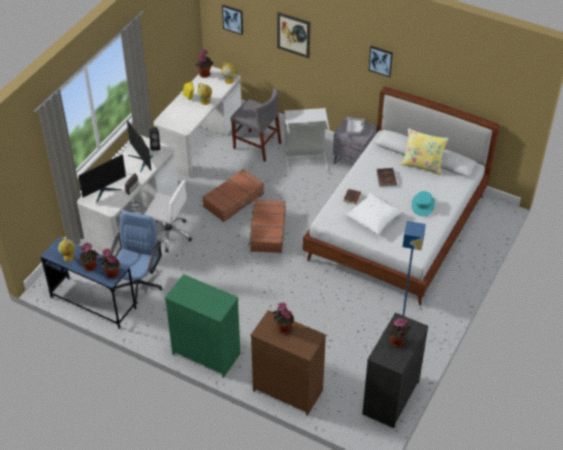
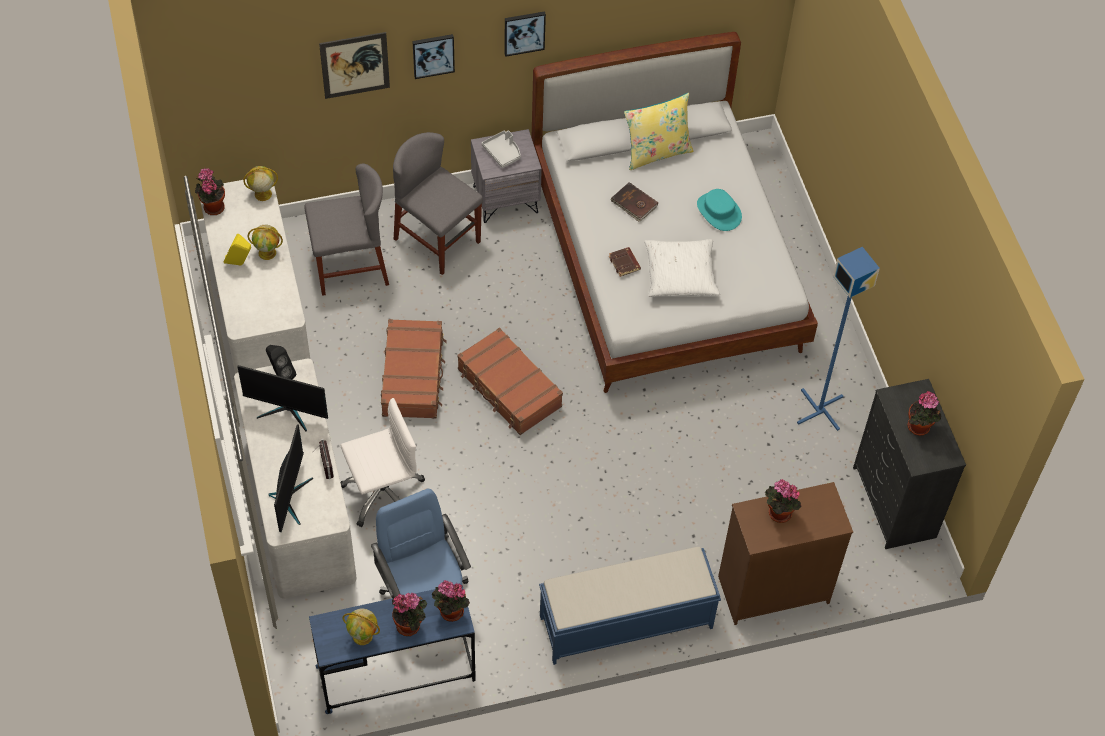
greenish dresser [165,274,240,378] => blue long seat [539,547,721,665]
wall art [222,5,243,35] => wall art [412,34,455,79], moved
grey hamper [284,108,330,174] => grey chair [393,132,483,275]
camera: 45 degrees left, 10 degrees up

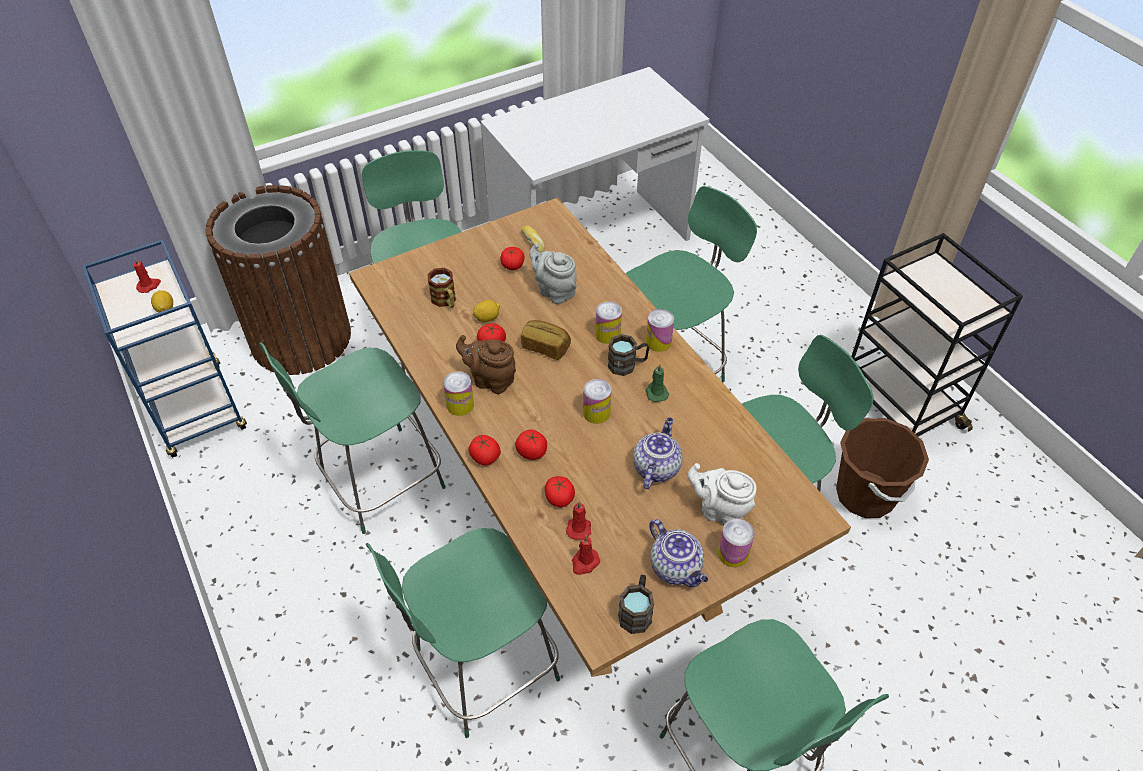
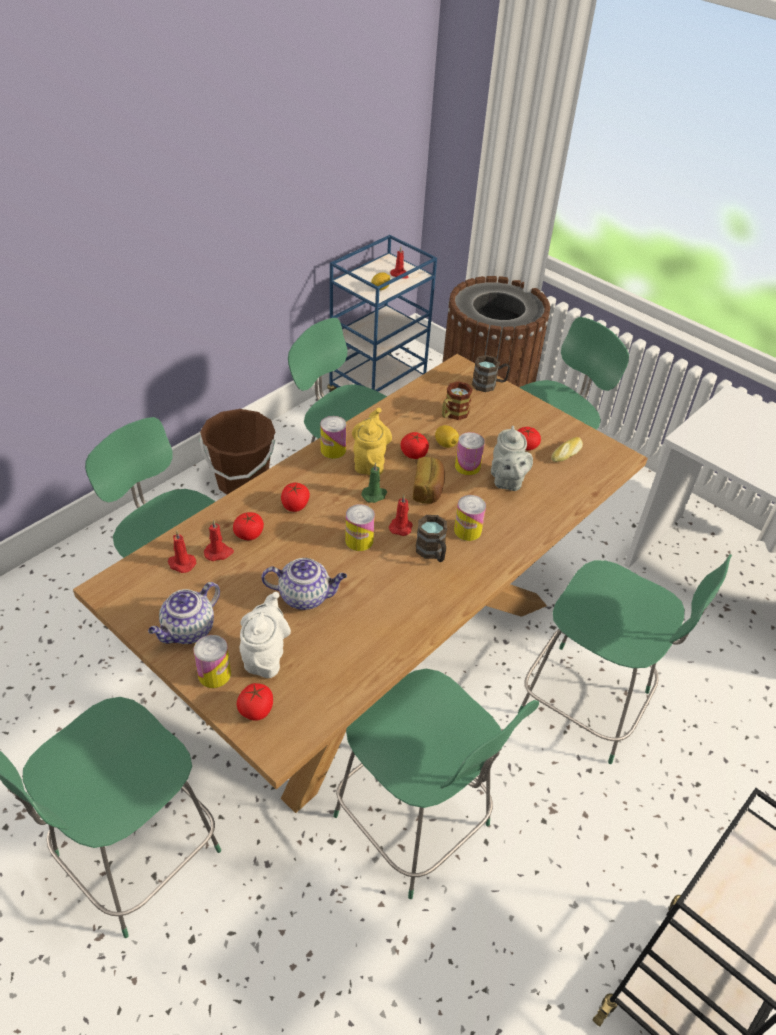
brown tea pot [456,335,516,394] => yellow tea pot [352,408,392,475]
whole tomato [469,435,501,466] => whole tomato [237,683,273,721], moved
grey tea pot [529,243,577,304] => grey tea pot [491,426,533,491], 150 degrees clockwise
brown tea mug [618,575,655,634] => brown tea mug [472,355,510,392], moved
can [646,309,674,352] => can [455,432,485,475], moved
greenish candle [646,364,669,402] => greenish candle [361,462,387,503], moved
brown bucket [836,418,929,518] => brown bucket [200,409,275,495], moved
nothing => red-coloured candle [389,495,413,536]
camera: 70 degrees right, 5 degrees down

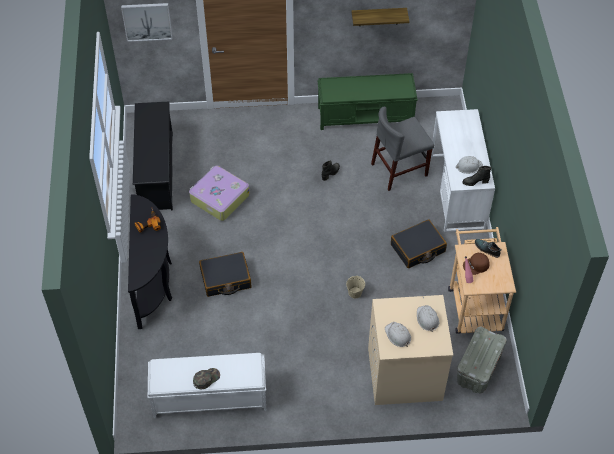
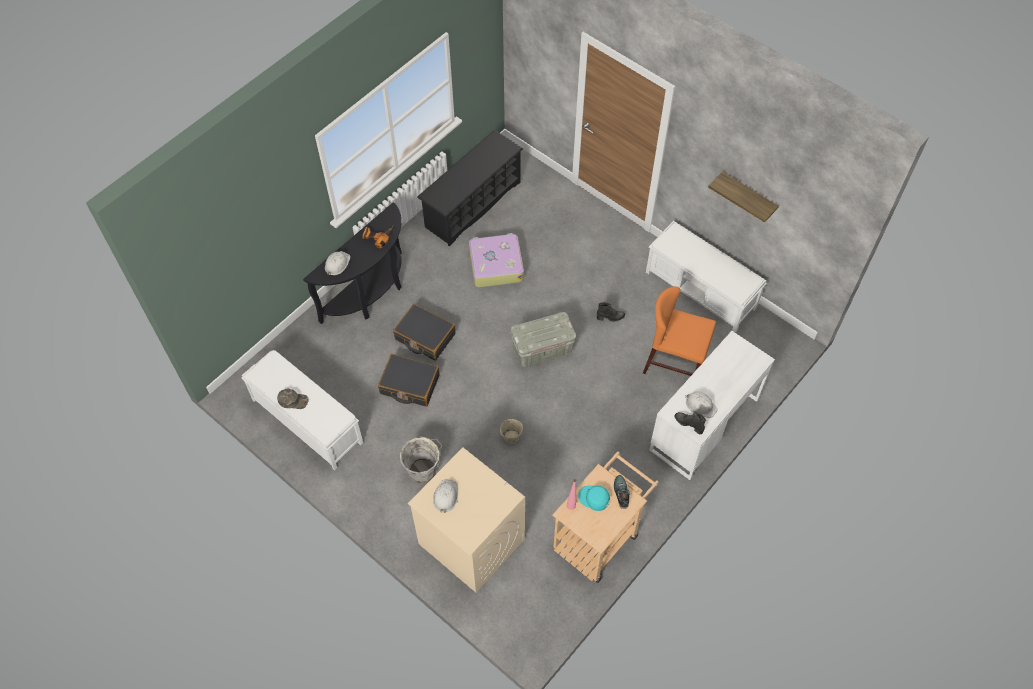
wall art [121,3,173,42] => nothing
greenish long seat [318,73,418,130] => white-coloured long seat [646,221,767,332]
grey chair [371,107,434,191] => orange-coloured chair [643,286,716,376]
black-coloured travel case [391,219,447,268] => black-coloured travel case [378,354,440,407], moved
white-coloured work helmet [417,305,439,332] => white-coloured work helmet [325,251,350,275], moved
grey storage box [457,327,507,394] => grey storage box [511,312,576,367], moved
brown cap [463,253,489,275] => turquoise cap [578,485,610,511]
nothing => grey bucket [400,436,442,484]
camera: 45 degrees right, 5 degrees up

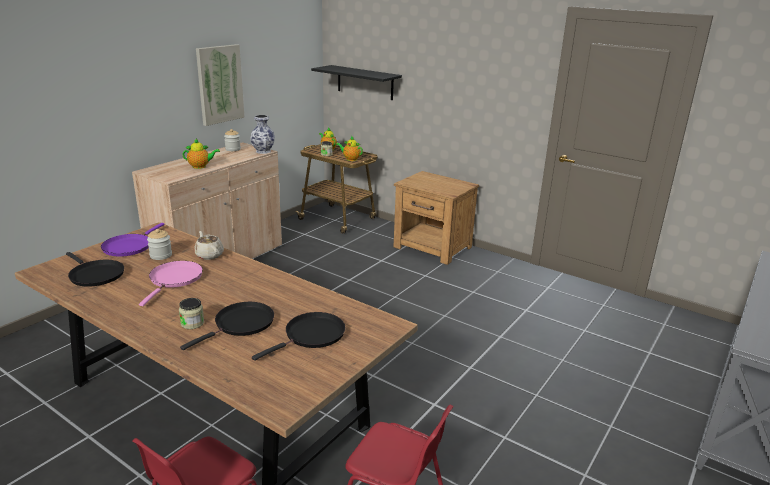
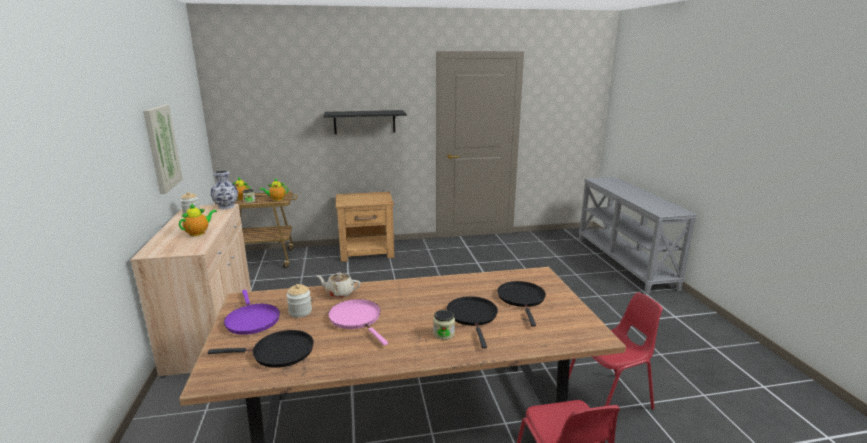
black-coloured shelf [311,65,402,100] => black-coloured shelf [324,110,406,134], moved
camera: 45 degrees left, 5 degrees down

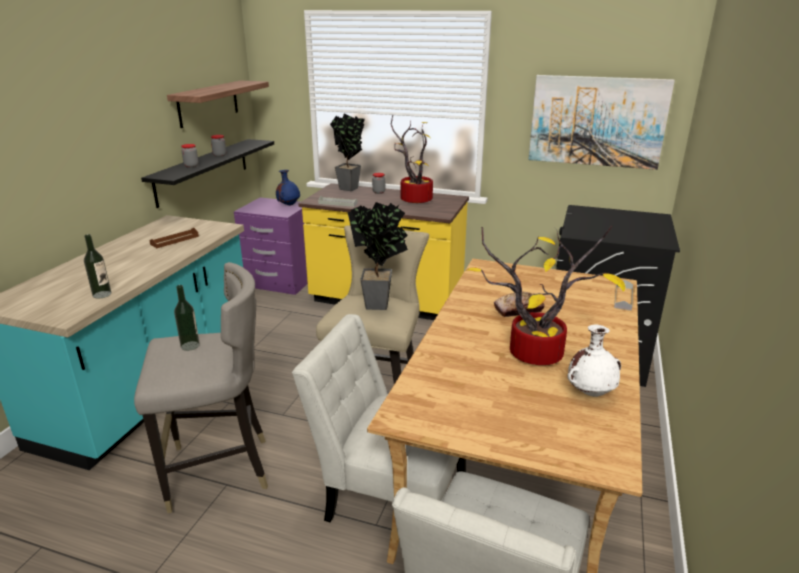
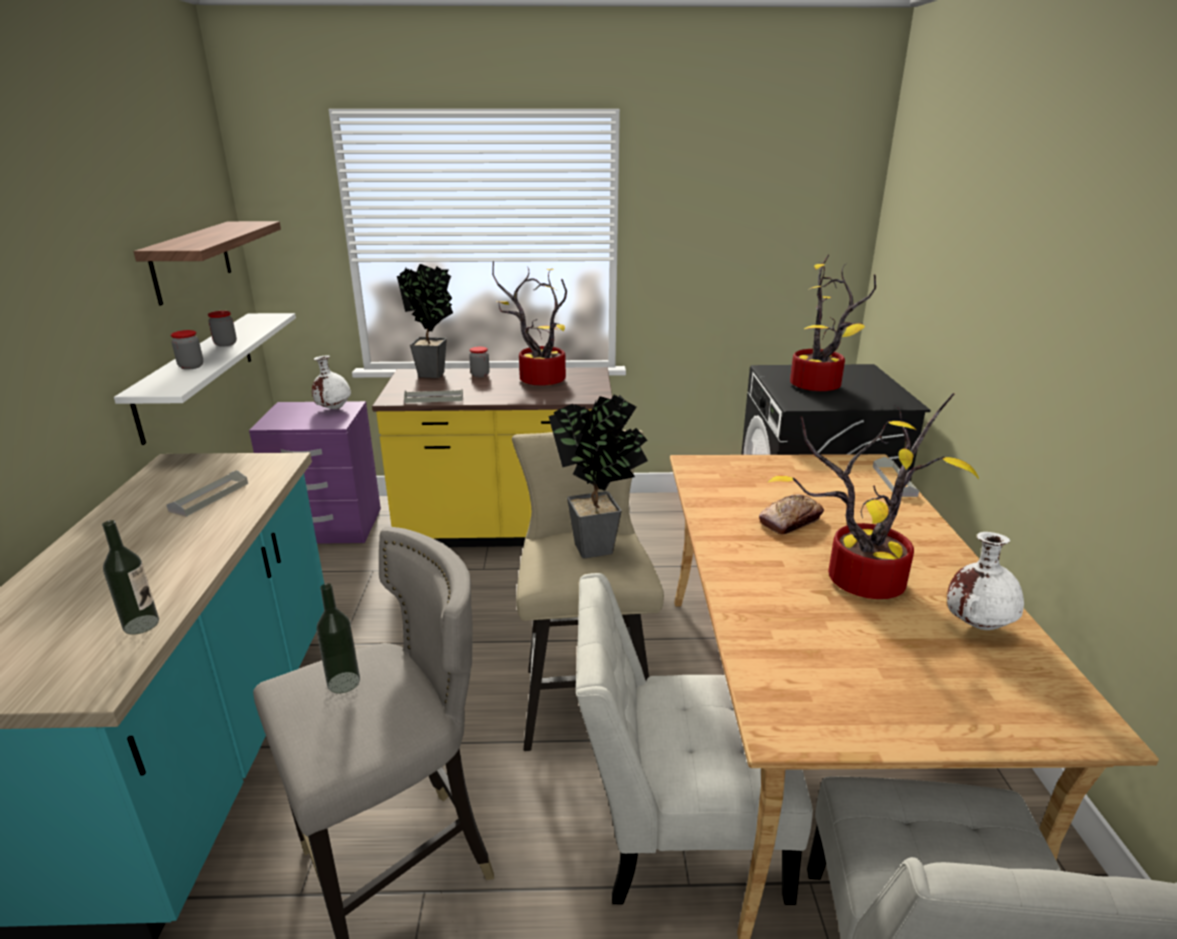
black-coloured shelf [141,139,274,208] => white-coloured shelf [114,313,296,445]
brown serving tray [149,228,199,248] => grey serving tray [166,470,248,517]
blue decorative vase [276,170,300,205] => white-coloured decorative vase [312,355,351,409]
wall art [528,75,675,170] => nothing
nothing => plant in a pot [790,255,876,391]
camera: 20 degrees left, 0 degrees up

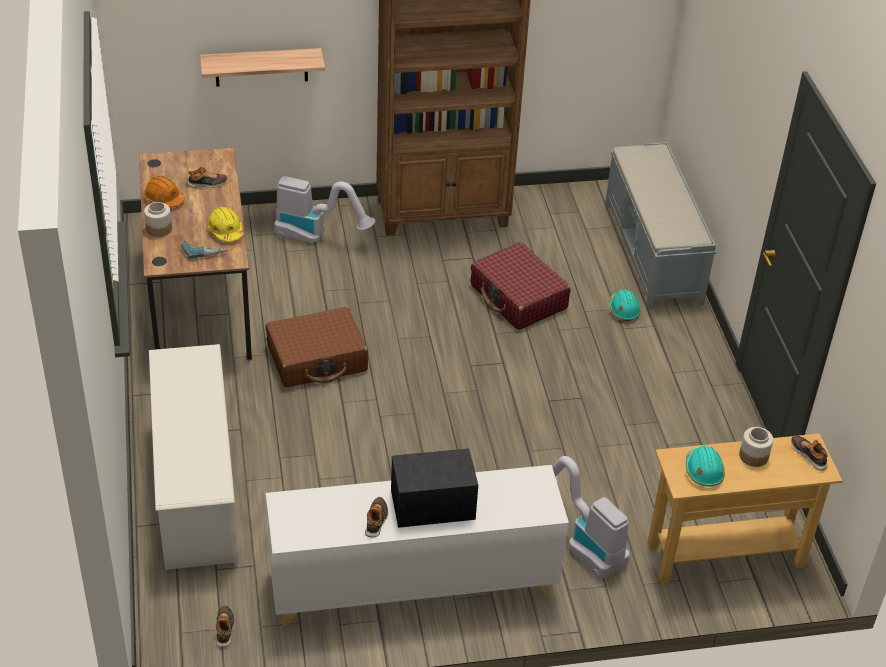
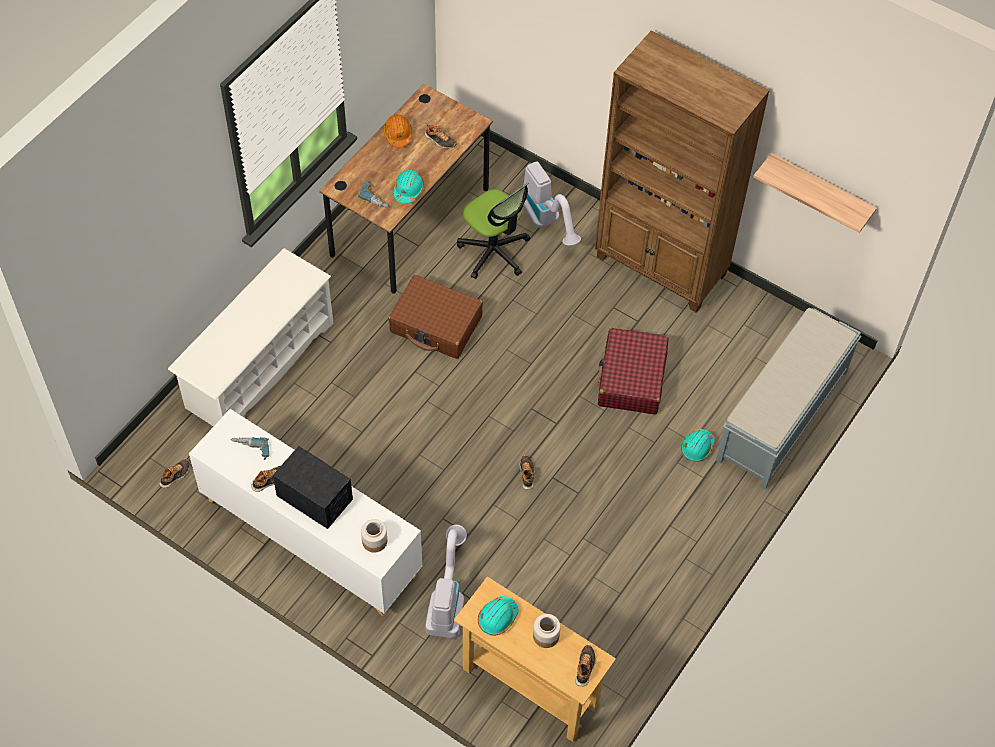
jar [144,202,172,237] => jar [361,519,387,552], moved
shelf [200,48,325,87] => shelf [753,153,877,233], moved
yellow work helmet [207,207,244,242] => turquoise work helmet [393,170,424,204]
nothing => electric drill [230,437,269,460]
nothing => desk chair [457,183,530,279]
nothing => item of footwear [520,455,535,490]
camera: 45 degrees right, 15 degrees up

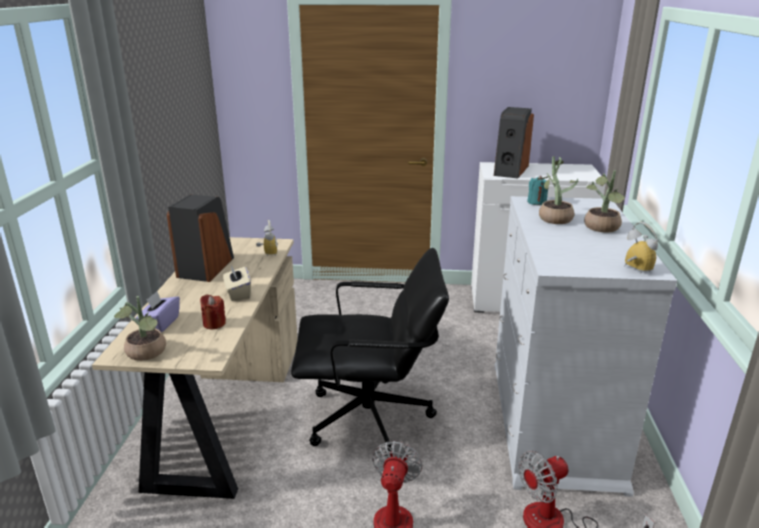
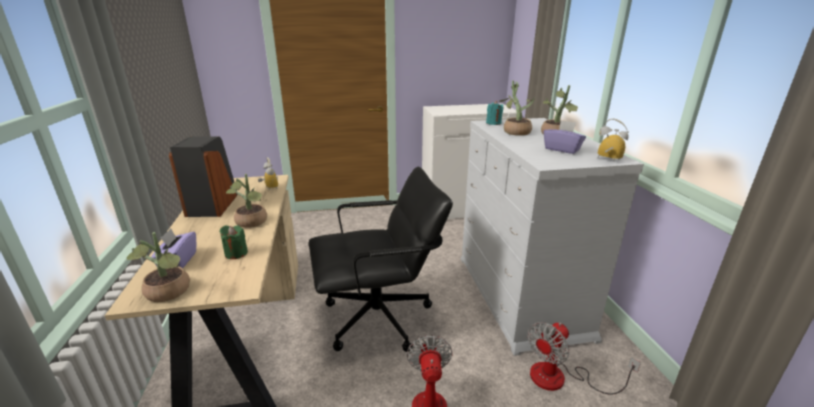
red-coloured candle [200,294,226,330] => greenish candle [220,226,248,259]
beige-coloured box of tissues [223,265,251,301] => plant in a pot [226,174,267,228]
speaker [494,107,534,178] => nothing
nothing => purple box of tissues [544,120,586,154]
camera: 15 degrees left, 0 degrees up

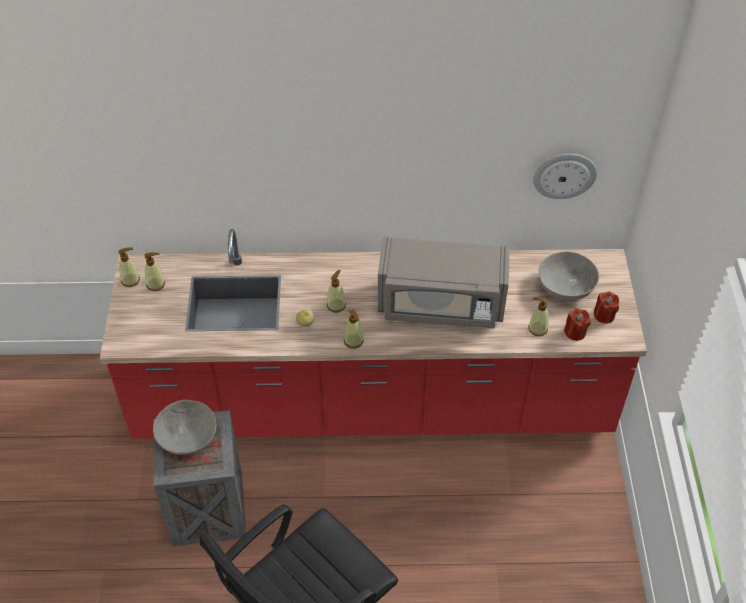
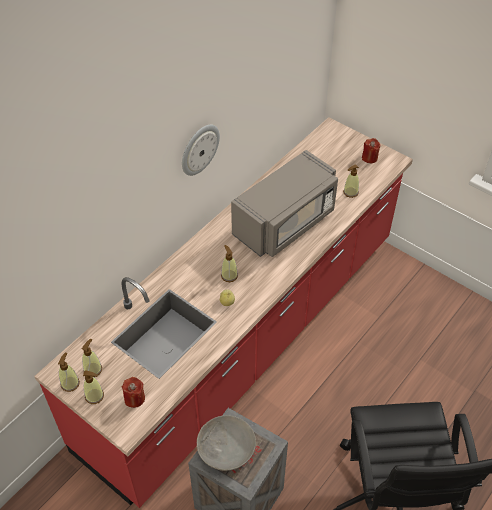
liquid soap bottle [344,309,364,349] => liquid soap bottle [83,371,104,404], moved
clock on the wall [533,154,597,199] => clock on the wall [182,124,220,176], moved
grey deep dish [538,252,599,301] => nothing
red-coloured candle [564,308,591,341] => red-coloured candle [122,377,145,408], moved
camera: 50 degrees left, 0 degrees up

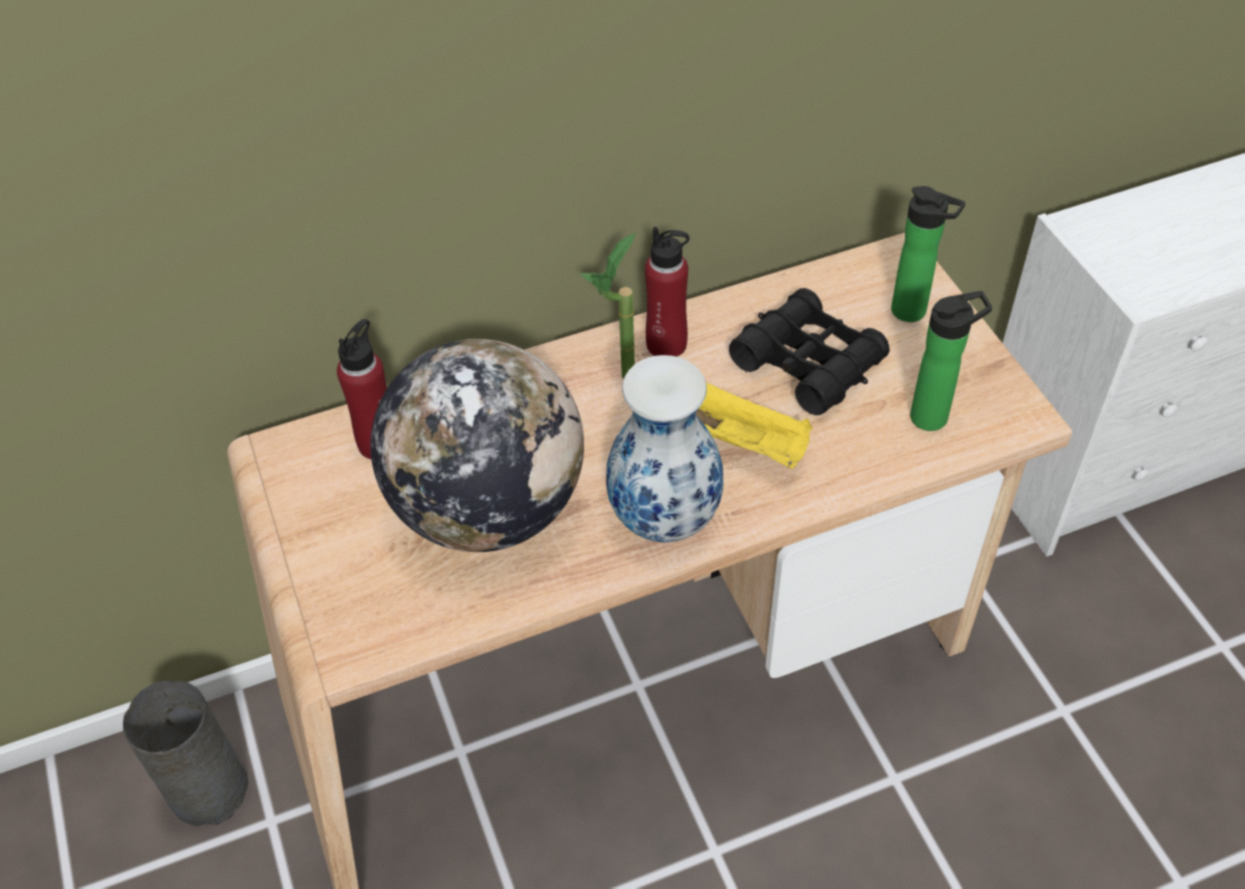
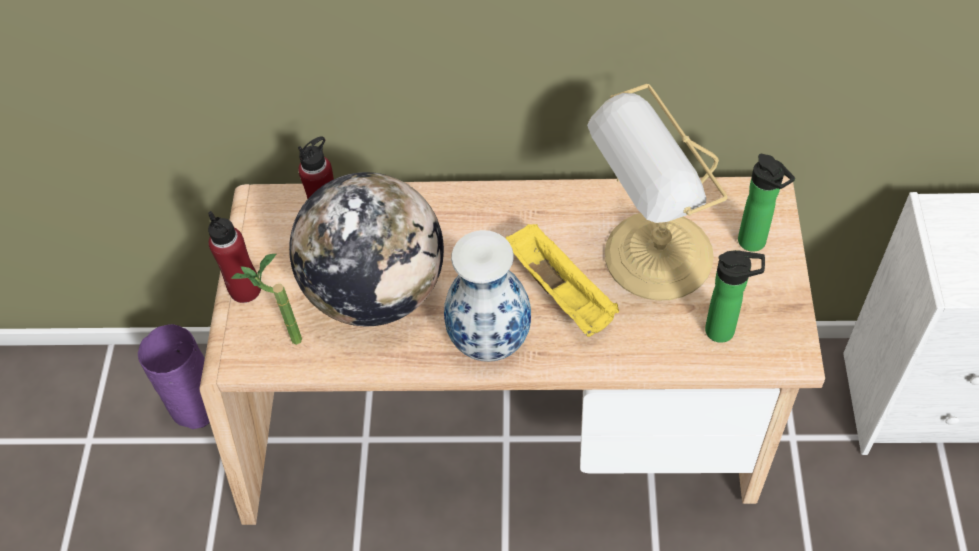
grey decorative vase [123,680,248,827] => purple decorative vase [138,324,210,429]
plant in a pot [580,233,636,379] => plant in a pot [231,254,302,345], moved
red-coloured beverage bottle [645,227,689,357] => red-coloured beverage bottle [208,211,261,303], moved
black-coloured binoculars [729,288,890,415] => tabletop lamp [587,84,728,301]
camera: 25 degrees right, 5 degrees up

